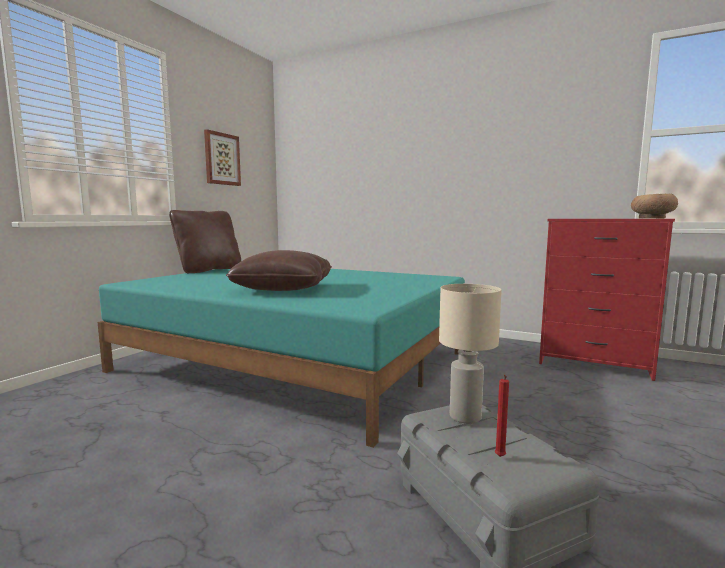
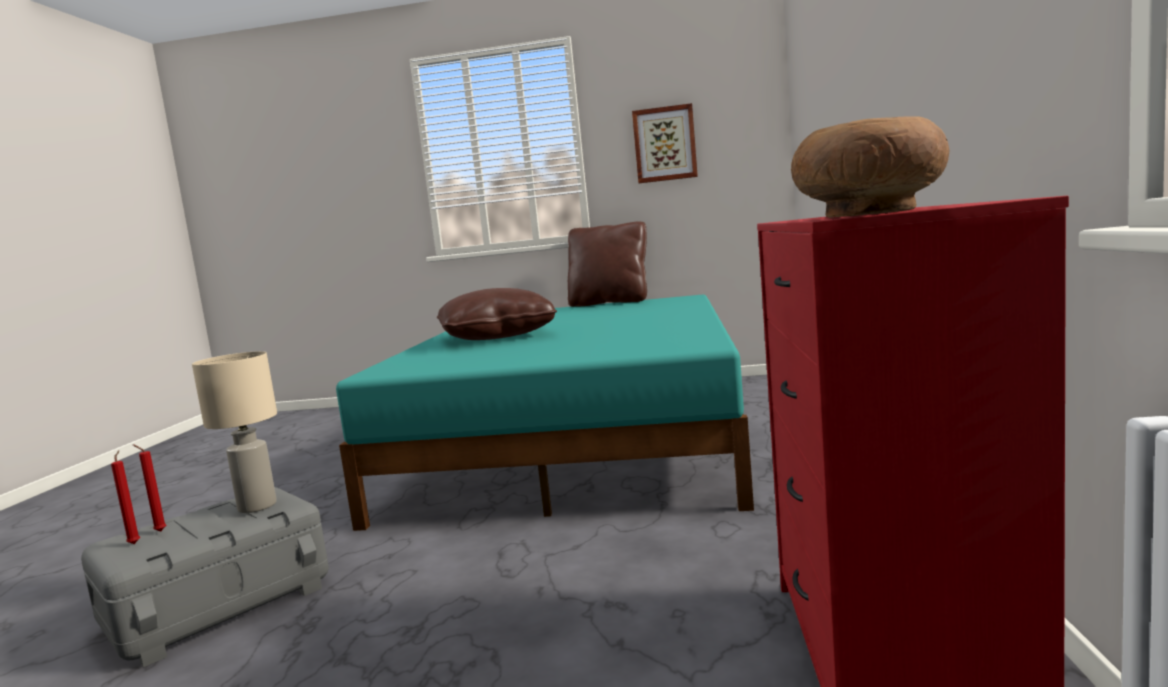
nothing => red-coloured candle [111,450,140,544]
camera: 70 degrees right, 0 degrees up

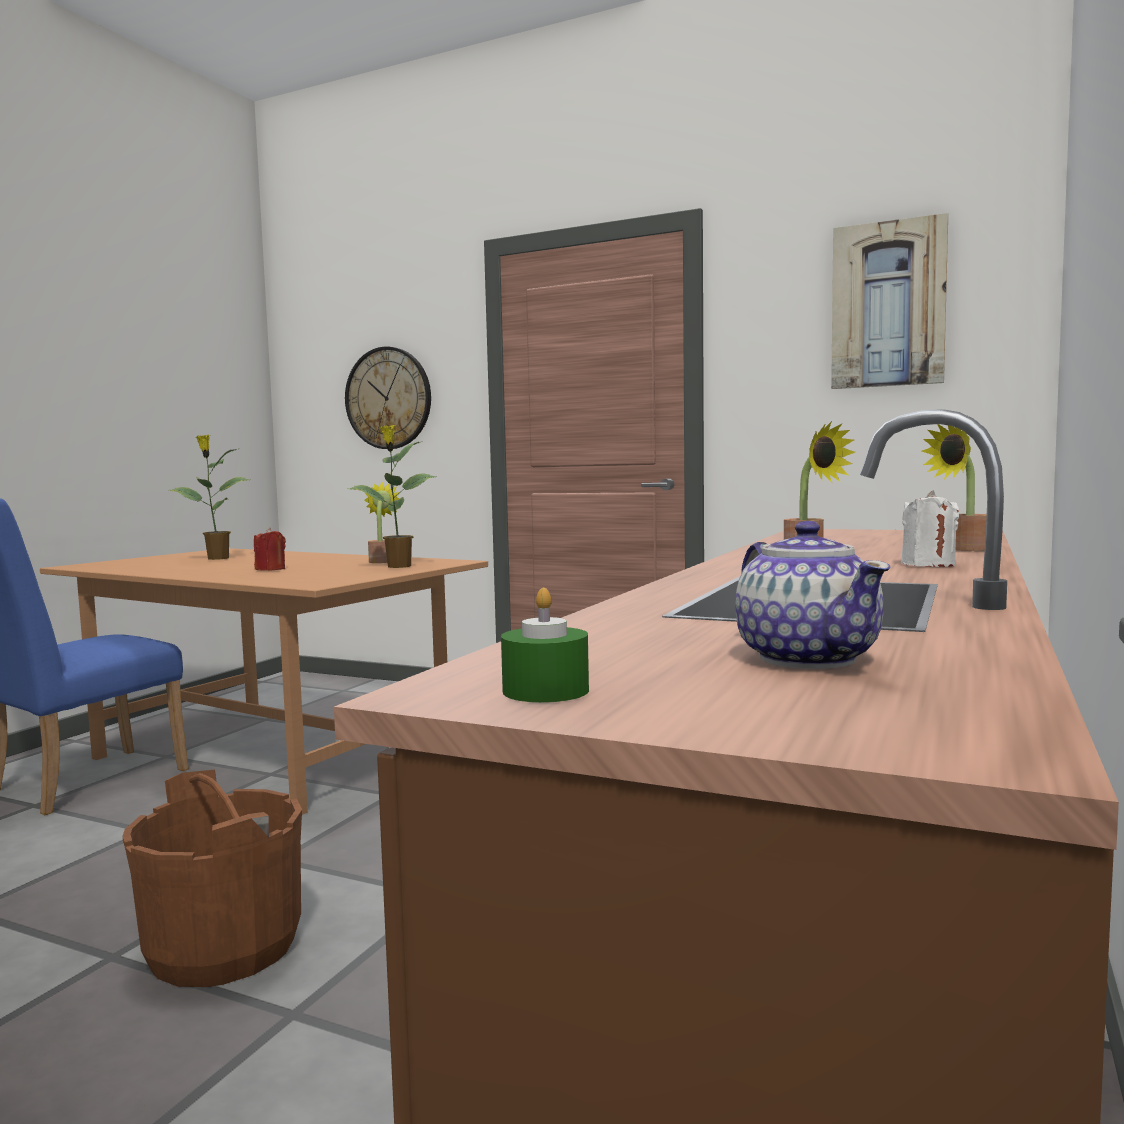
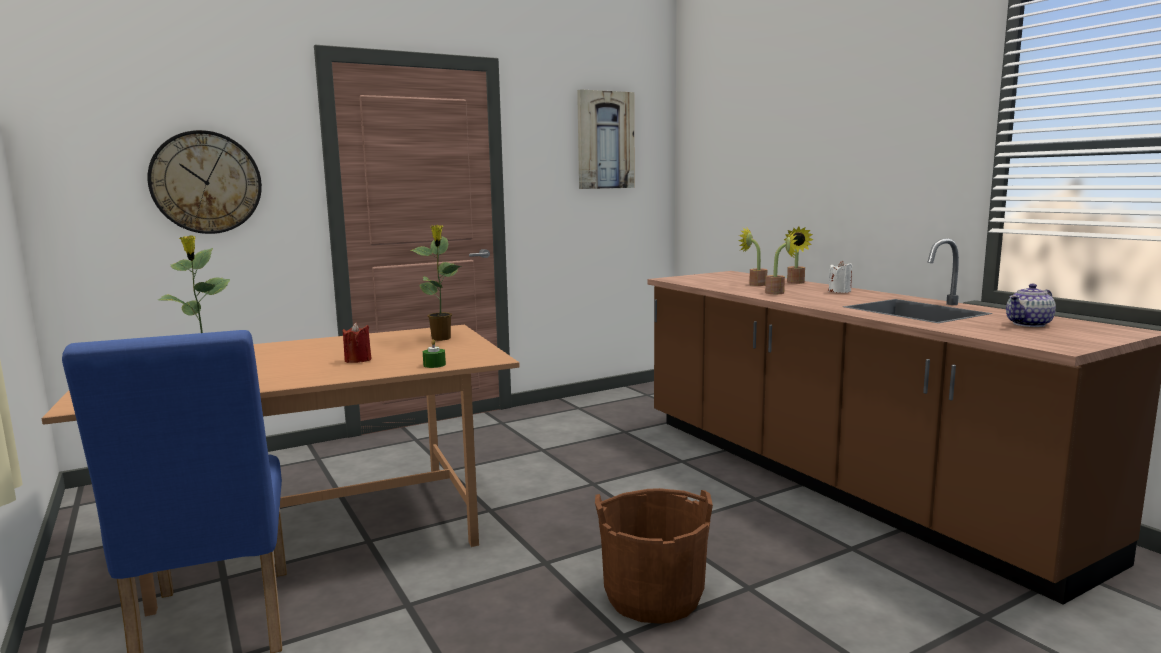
plant in a pot [364,482,400,563] => plant in a pot [738,227,767,286], moved
greenish candle [501,588,589,703] => greenish candle [423,339,446,368], moved
tea pot [735,521,891,669] => tea pot [1006,284,1056,327], 135 degrees clockwise
camera: 55 degrees left, 5 degrees up

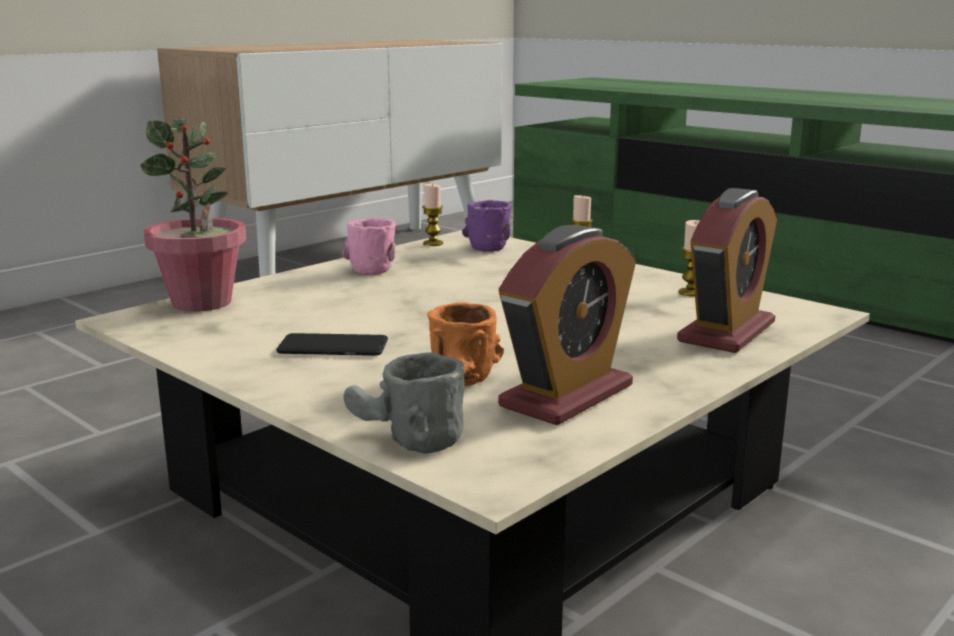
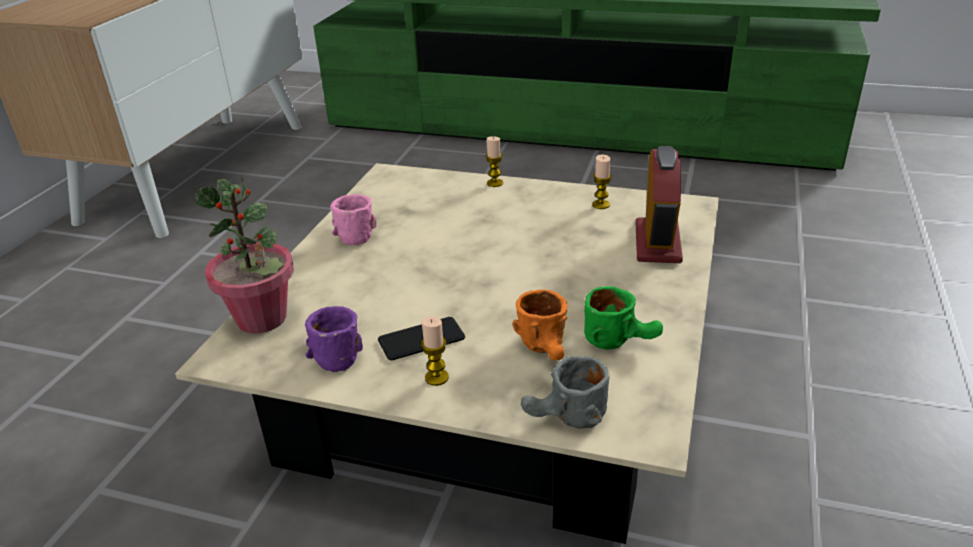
candle [422,183,443,246] => candle [421,316,449,386], moved
purple tea mug [462,200,512,252] => purple tea mug [305,306,363,372], moved
alarm clock [498,225,636,425] => greenish tea mug [584,286,663,350]
camera: 25 degrees left, 15 degrees up

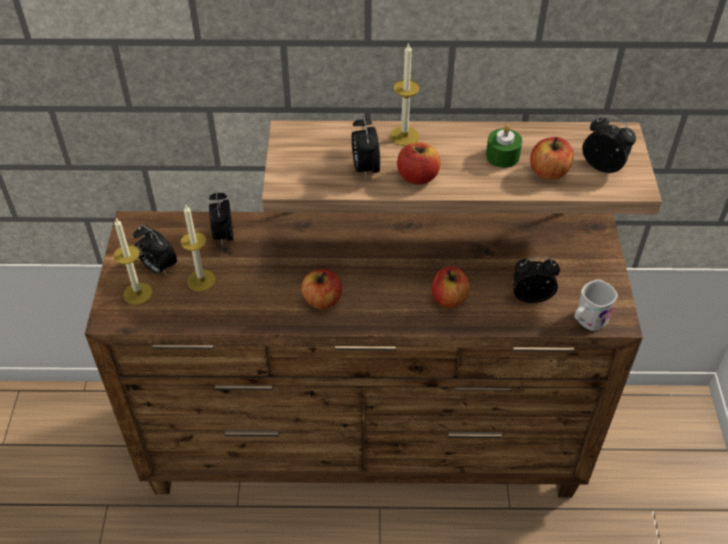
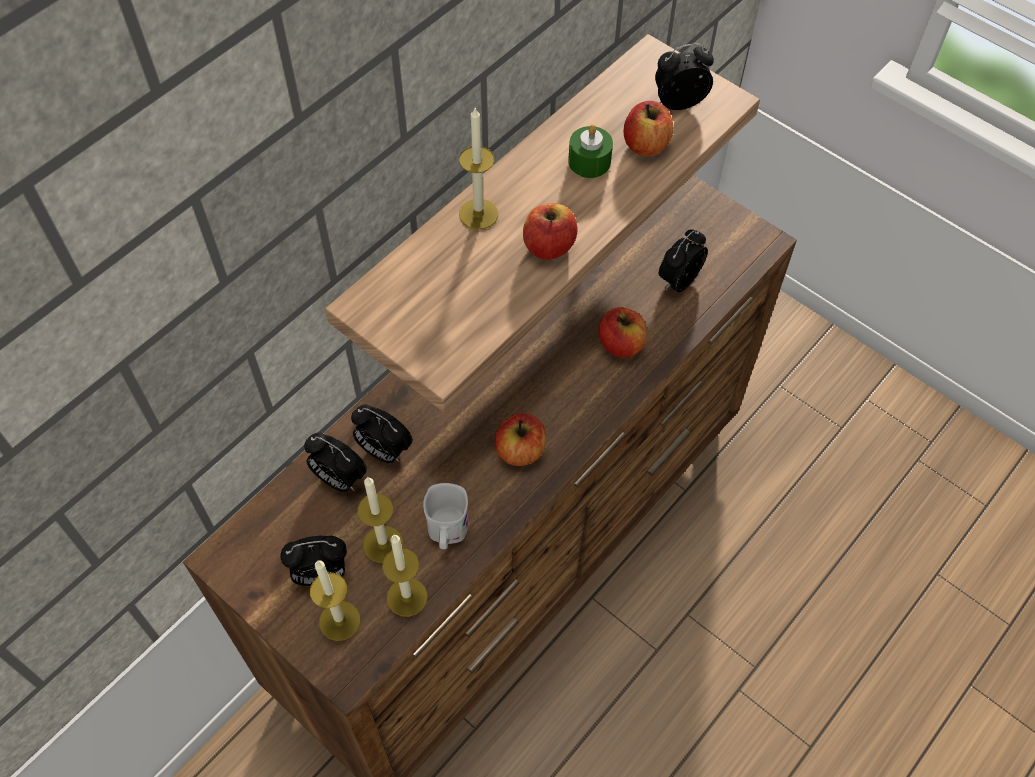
alarm clock [352,116,380,179] => alarm clock [351,404,413,463], moved
white-coloured tea mug [574,280,618,331] => white-coloured tea mug [423,483,468,549], moved
nothing => candle [382,535,428,617]
camera: 50 degrees left, 10 degrees up

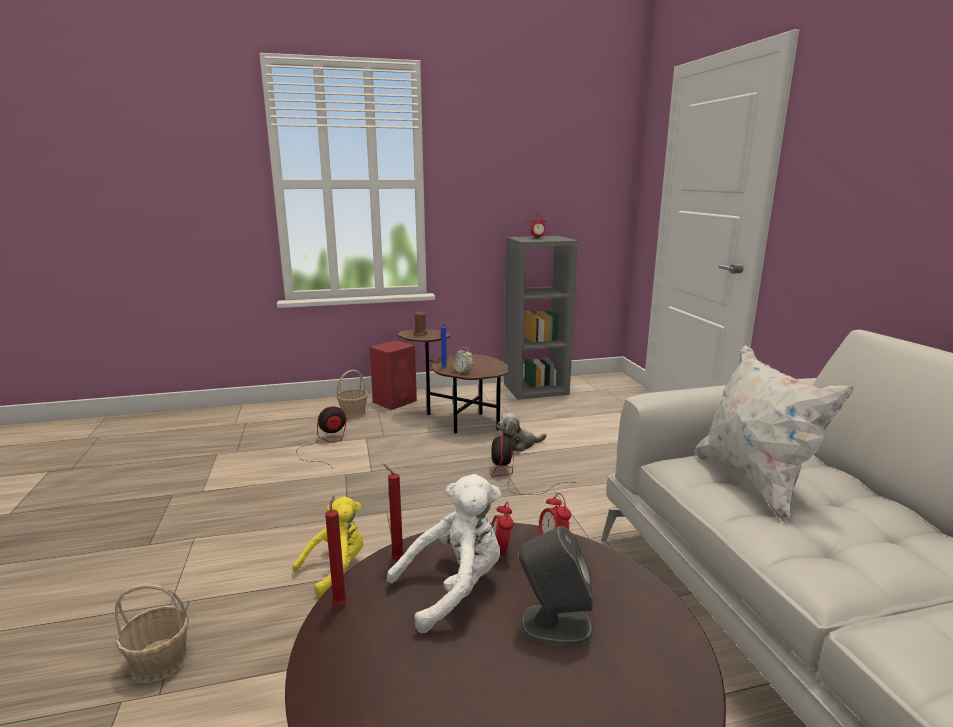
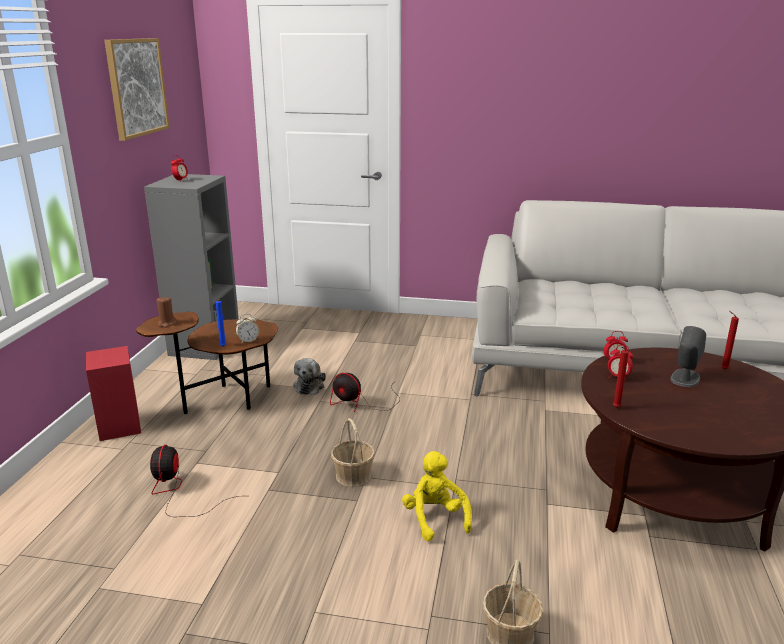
red-coloured candle [325,495,347,605] => red-coloured candle [721,311,739,370], moved
basket [336,370,368,418] => basket [331,418,375,487], moved
white-coloured soft toy [387,474,501,633] => nothing
white-coloured pillow [695,345,856,523] => nothing
nothing => wall art [104,38,170,141]
camera: 65 degrees left, 5 degrees up

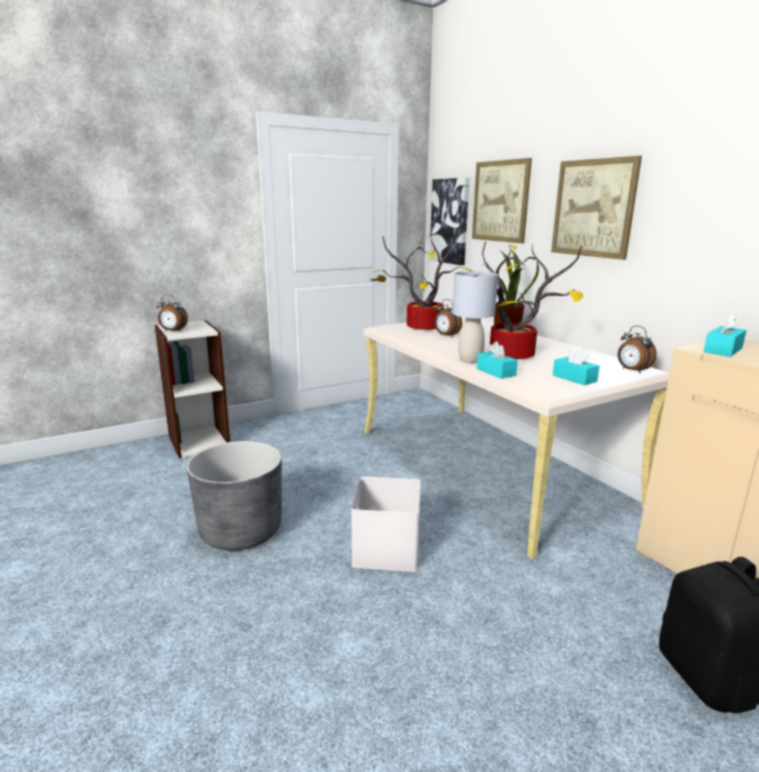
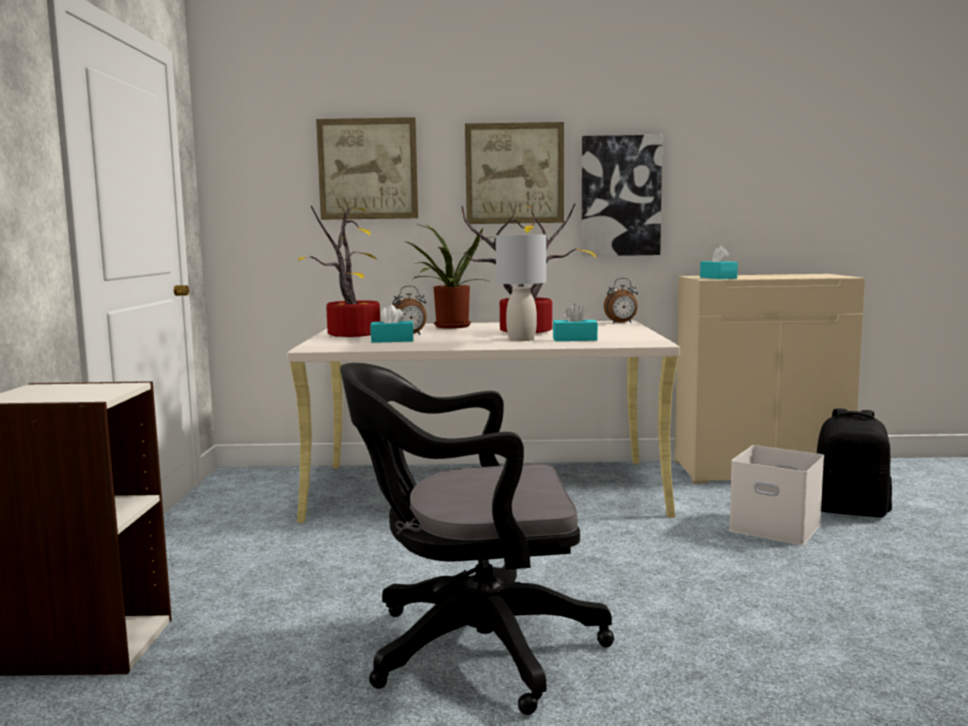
alarm clock [157,295,188,332] => nothing
grey plant pot [187,441,282,551] => black-coloured desk chair [340,363,614,715]
white-coloured storage box [351,476,421,572] => white-coloured storage box [729,445,824,545], moved
wall art [430,178,470,265] => wall art [582,135,662,256], moved
turquoise box of tissues [553,346,600,385] => turquoise box of tissues [370,305,414,343], moved
camera: 60 degrees left, 10 degrees down

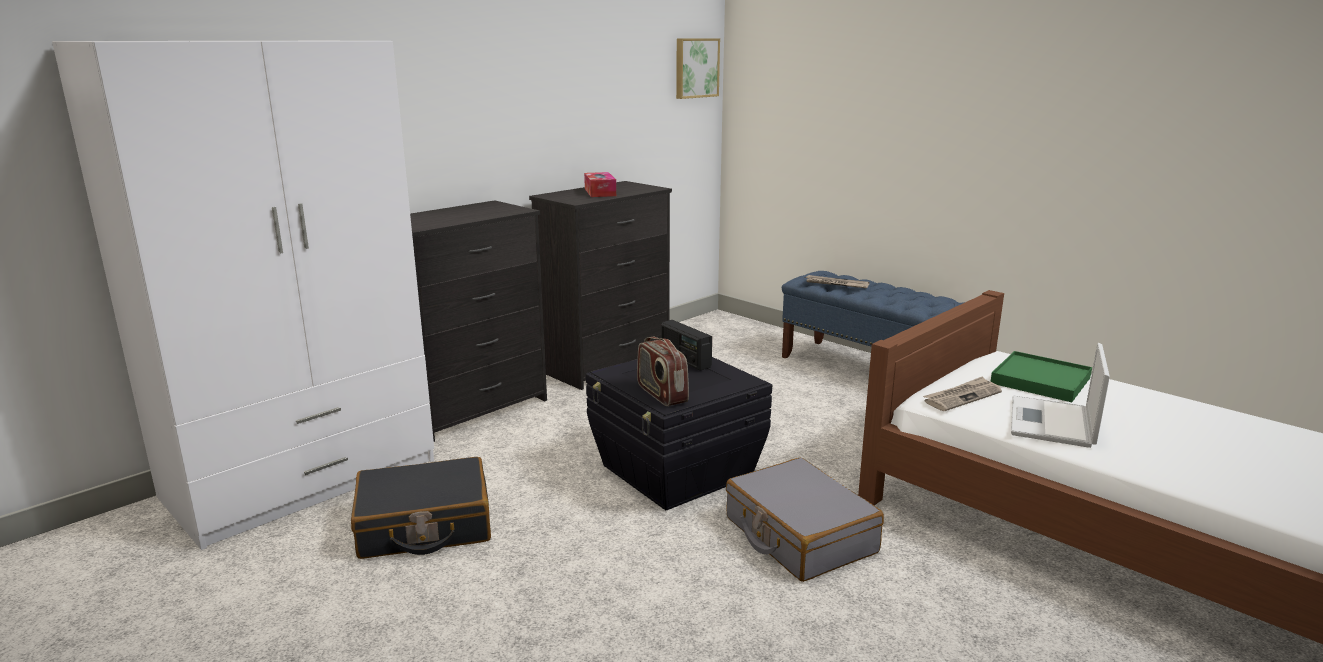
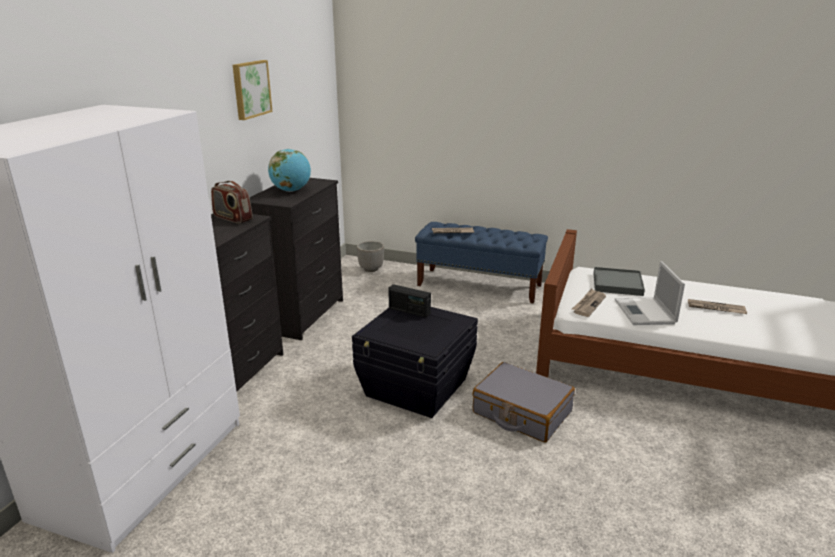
black-coloured travel case [351,457,491,559] => nothing
box of tissues [584,172,616,197] => globe [268,149,311,192]
radio set [637,337,689,406] => radio set [211,181,253,224], moved
wall art [676,38,720,99] => wall art [233,60,272,120], moved
greenish serving tray [990,351,1092,402] => grey serving tray [594,267,645,296]
nothing => plant pot [357,241,384,272]
nothing => newspaper [688,299,747,314]
camera: 25 degrees left, 5 degrees up

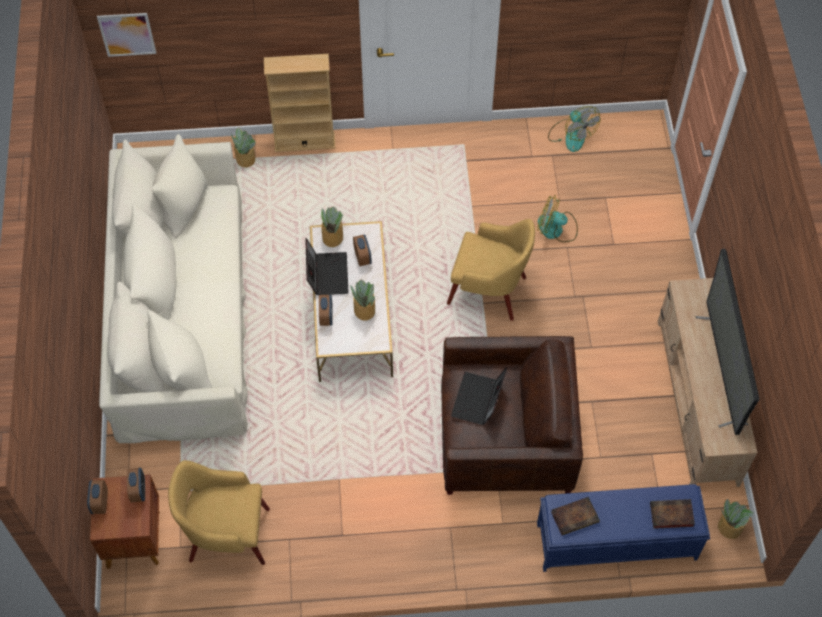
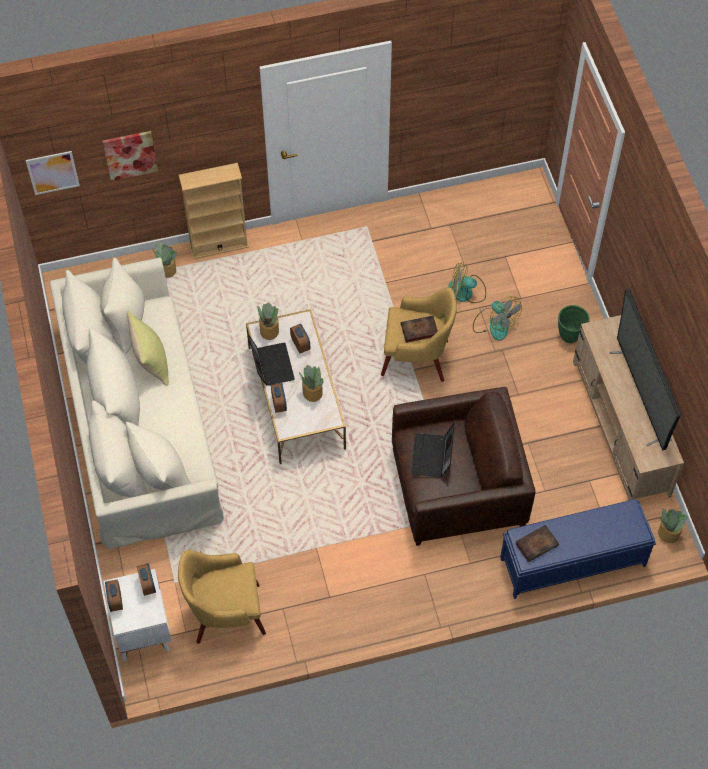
brown nightstand [90,474,160,569] => white-coloured nightstand [103,569,172,662]
cooling fan [548,106,600,152] => cooling fan [473,296,522,341], moved
book [650,499,695,529] => book [401,316,438,343], moved
nothing => wall art [103,131,158,181]
nothing => yellow pillow [127,310,169,386]
nothing => greenish plant pot [558,305,590,343]
camera: 10 degrees left, 0 degrees up

